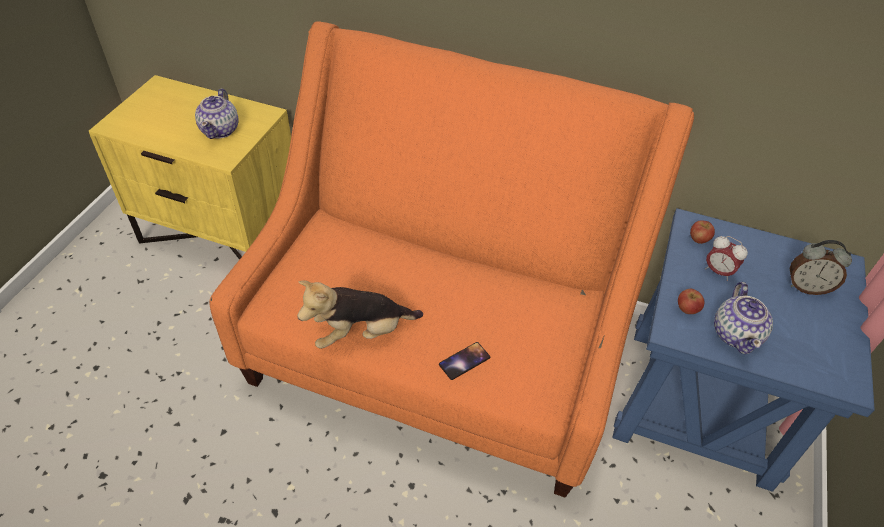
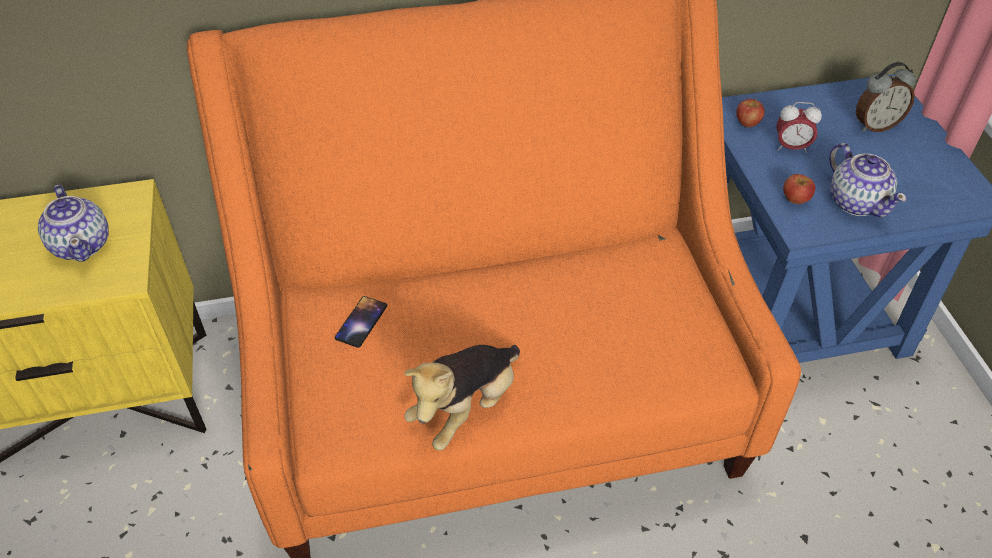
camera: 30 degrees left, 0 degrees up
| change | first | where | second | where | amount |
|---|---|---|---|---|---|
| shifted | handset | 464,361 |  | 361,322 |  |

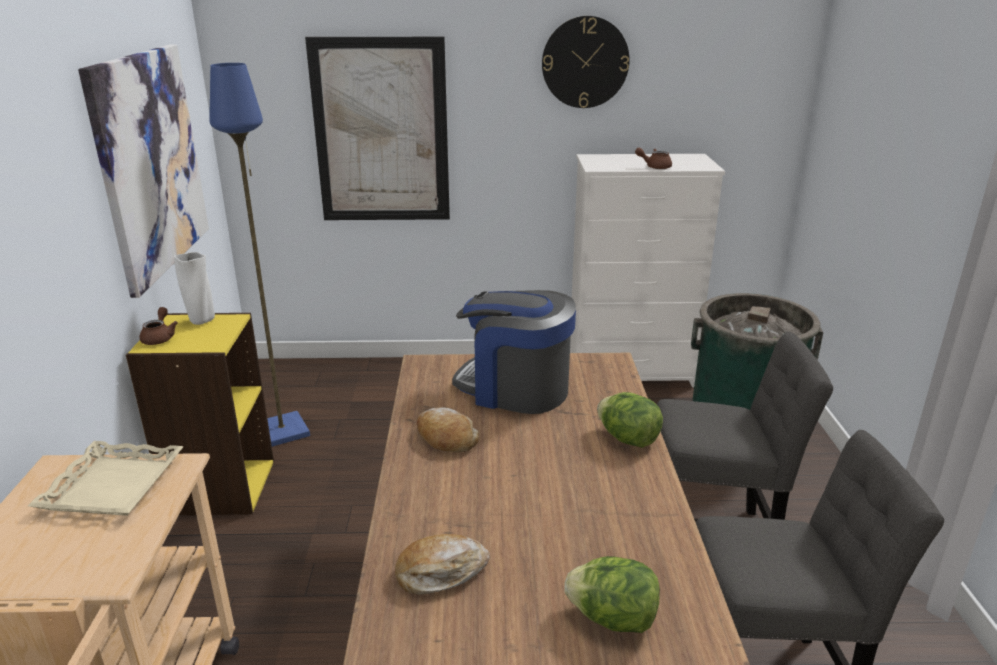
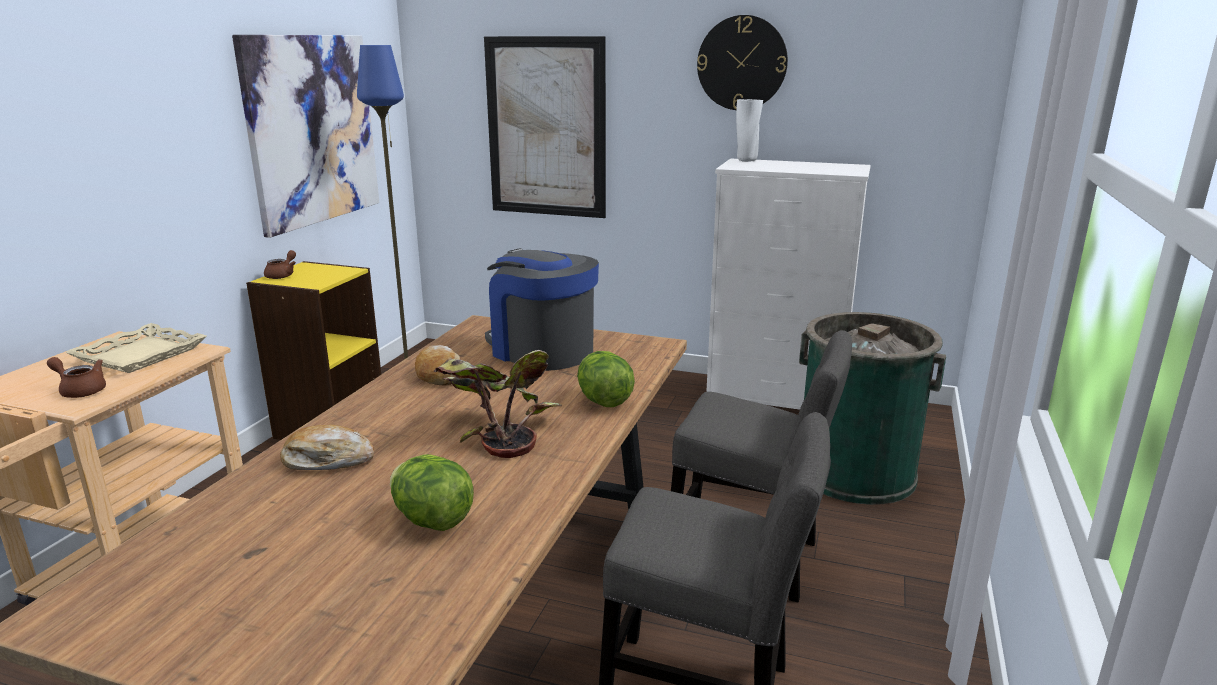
camera: 20 degrees right, 5 degrees down
| change | first | where | second | where | amount |
|---|---|---|---|---|---|
| shifted | pot for tea/brownish | 653,158 |  | 76,377 |  |
| shifted | decorative vase/whitish | 194,288 |  | 749,130 |  |
| new |  |  | houseplant | 498,404 |  |

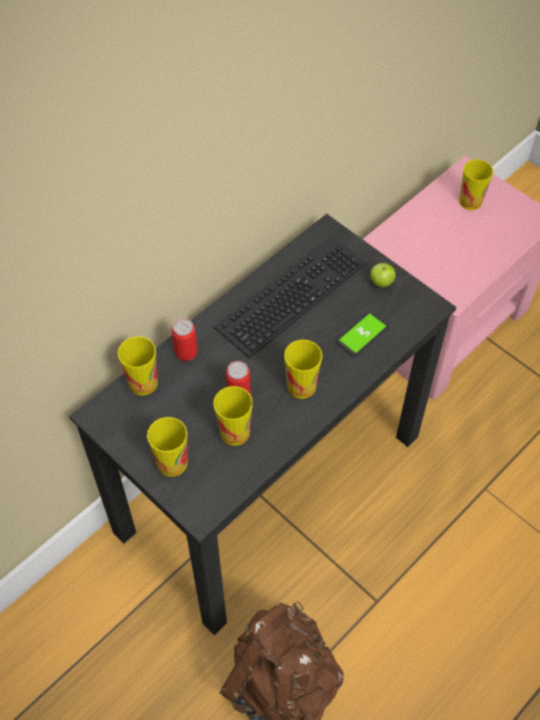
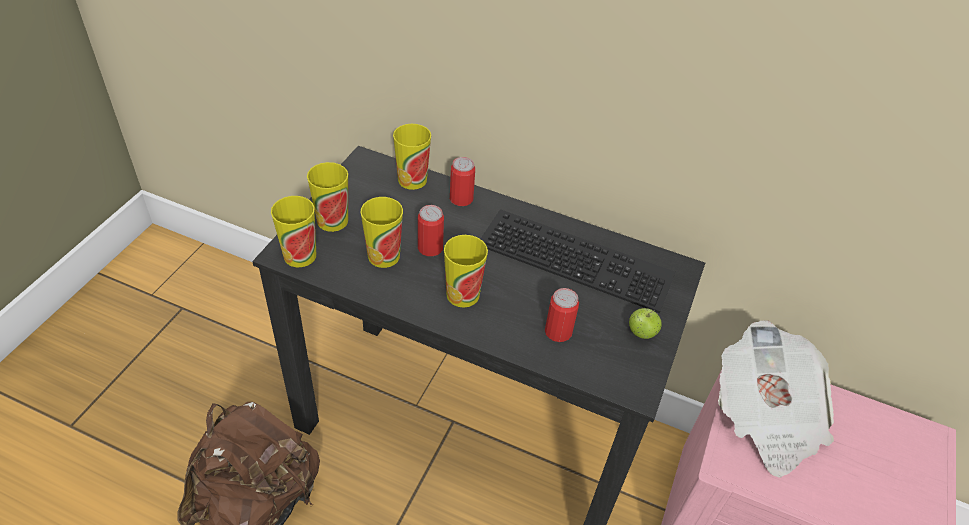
camera: 65 degrees right, 10 degrees down
| change | first | where | second | where | amount |
|---|---|---|---|---|---|
| shifted | small cup | 476,184 |  | 293,231 |  |
| swapped | handset | 362,334 | metal can | 562,315 |  |
| new |  |  | newspaper | 776,399 |  |

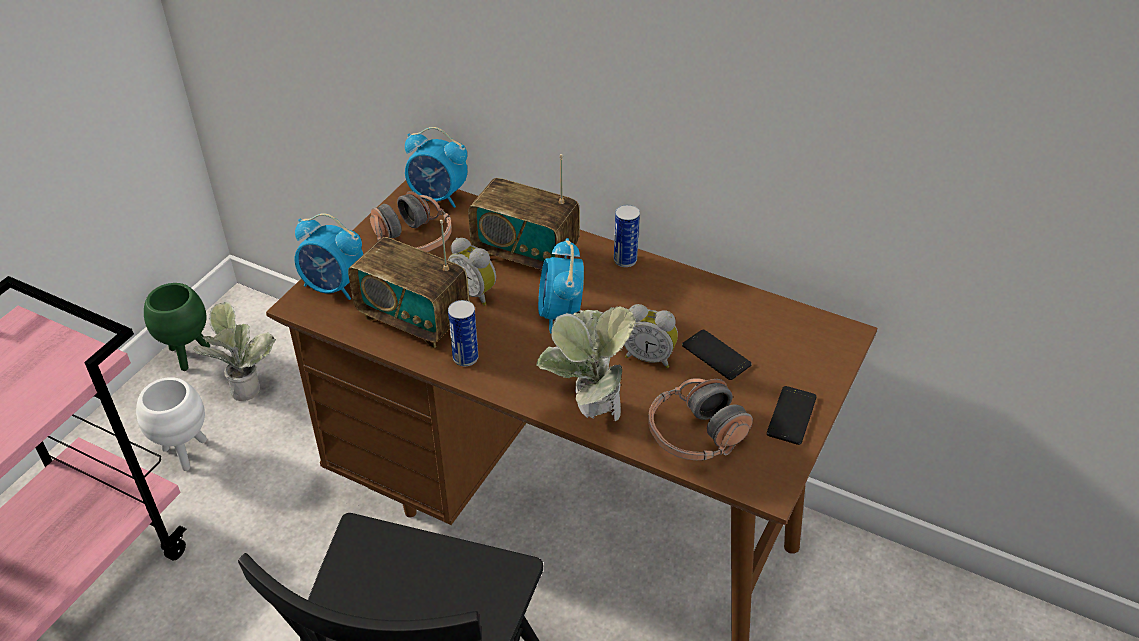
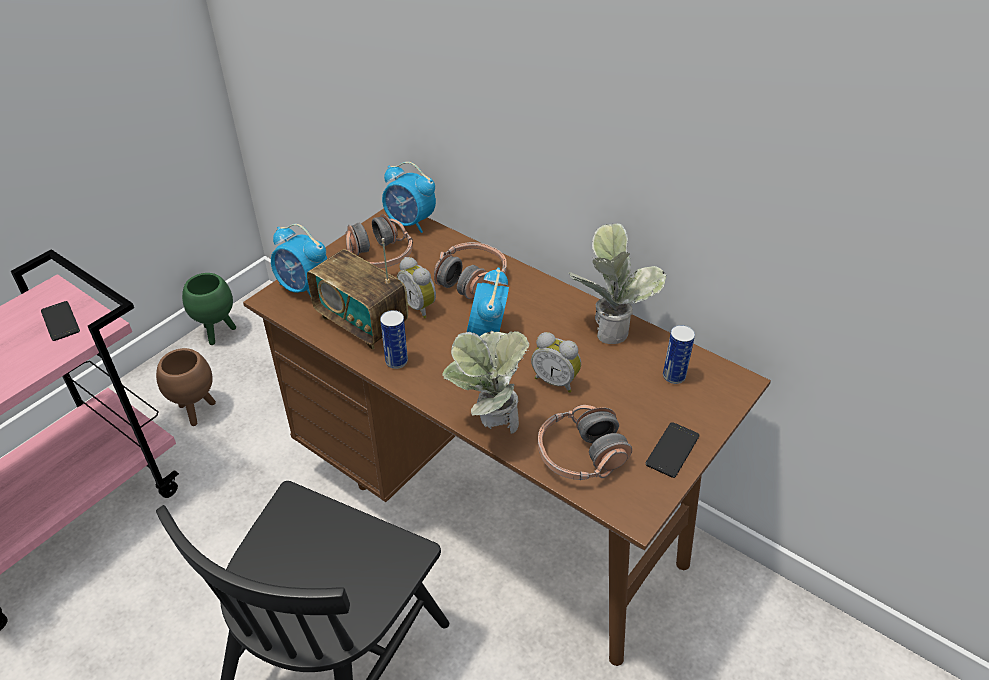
camera: 10 degrees right, 0 degrees up
| change | first | where | second | where | amount |
|---|---|---|---|---|---|
| swapped | radio receiver | 524,213 | pair of headphones | 470,270 |  |
| shifted | metal can | 627,236 |  | 679,354 |  |
| shifted | houseplant | 234,351 |  | 617,283 |  |
| shifted | handset | 717,355 |  | 60,321 |  |
| repainted | plant pot/whitish | 171,424 | plant pot/brownish | 186,387 |  |

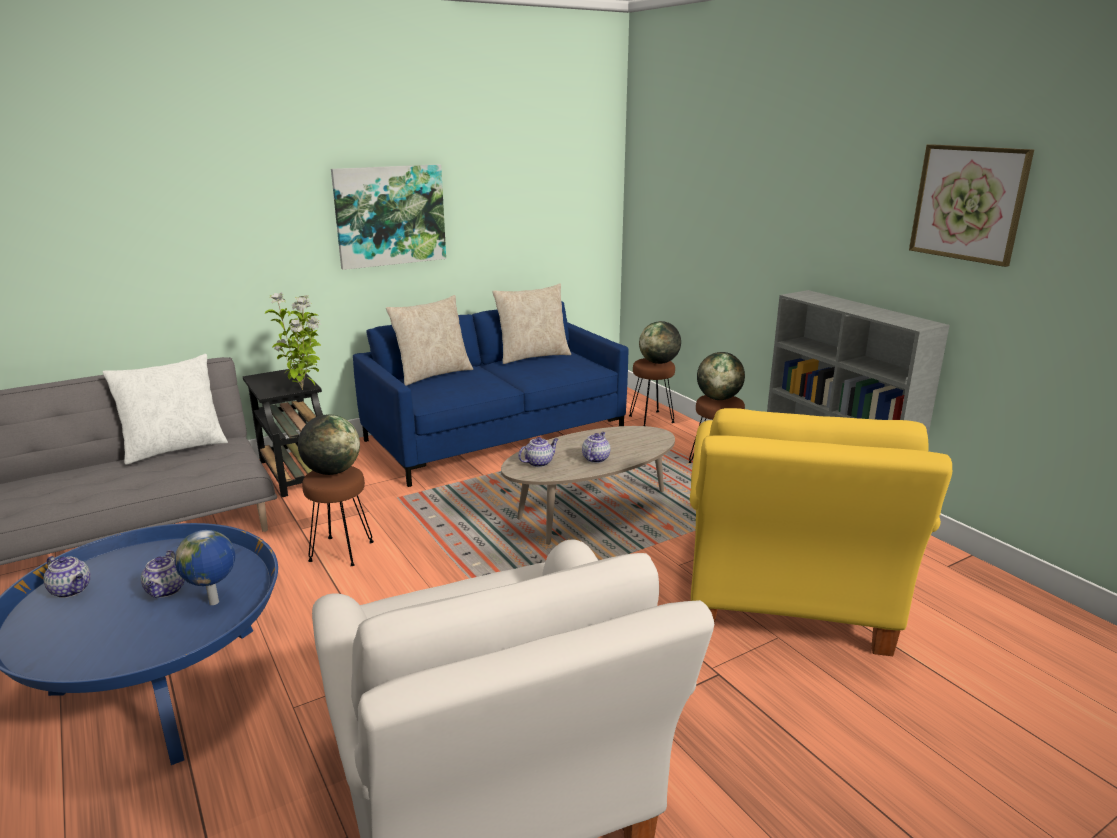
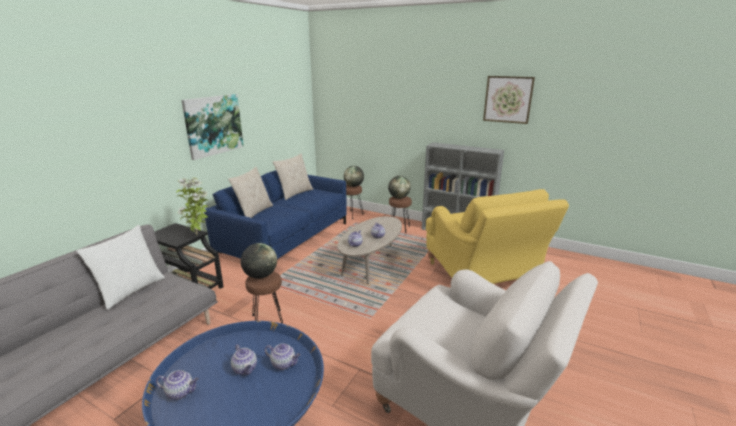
camera: 30 degrees left, 0 degrees up
| change | first | where | second | where | amount |
|---|---|---|---|---|---|
| swapped | globe | 204,567 | pot for tea | 283,356 |  |

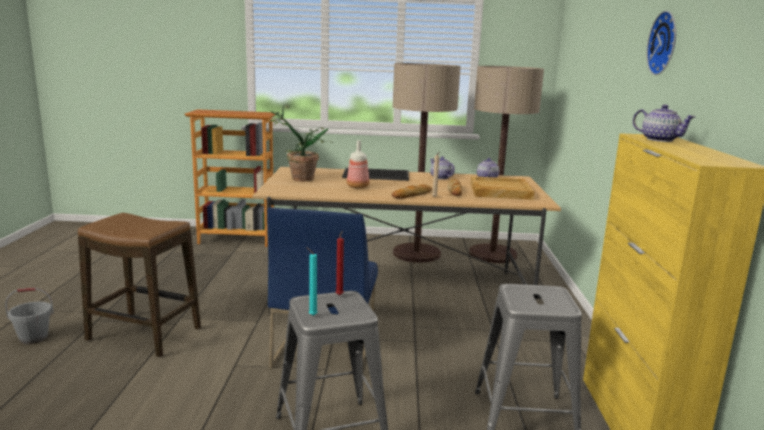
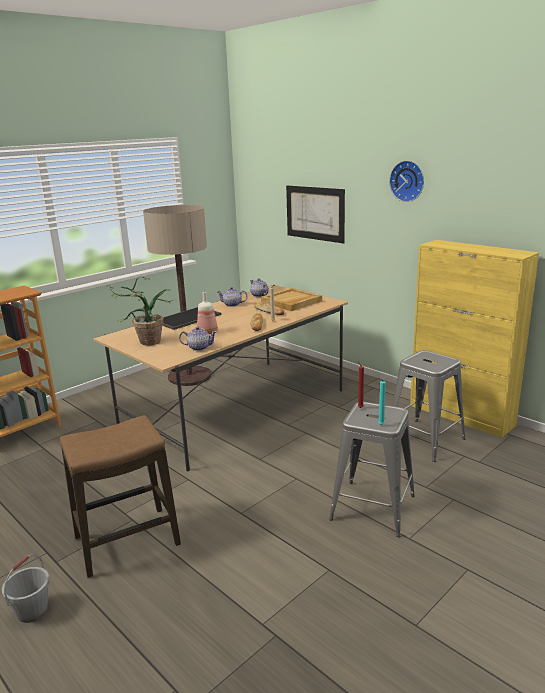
camera: 45 degrees left, 5 degrees up
| change | first | where | second | where | amount |
|---|---|---|---|---|---|
| gone | standard lamp | 506,164 |  |  |  |
| shifted | pot for tea | 664,123 |  | 198,339 |  |
| gone | chair/blue | 322,288 |  |  |  |
| new |  |  | picture | 315,215 |  |

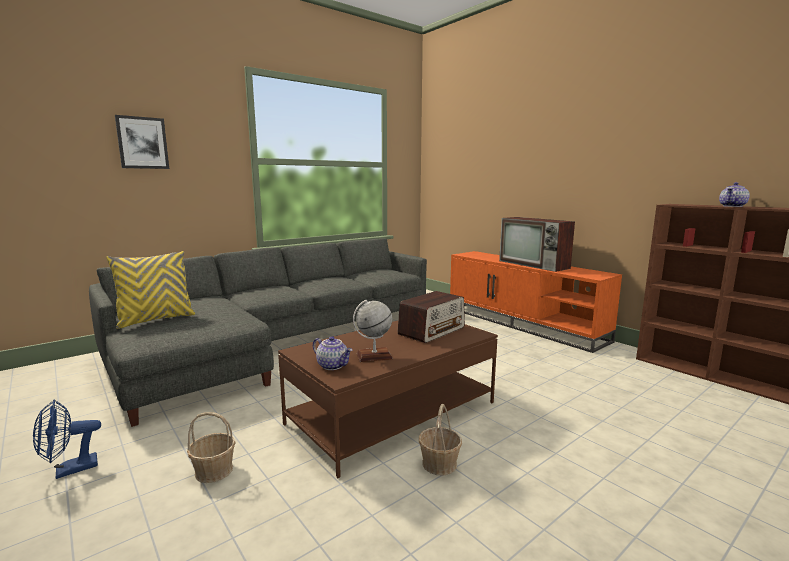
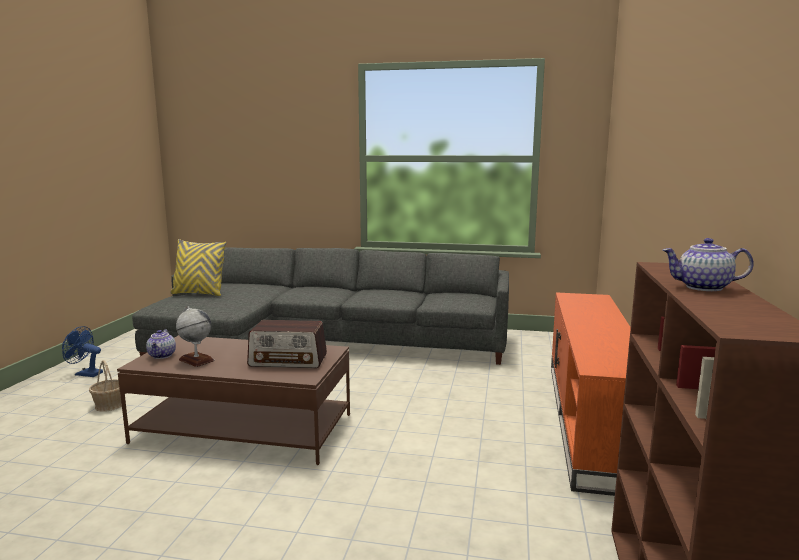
camera: 50 degrees right, 0 degrees up
| change | first | where | second | where | amount |
|---|---|---|---|---|---|
| gone | picture | 142,142 |  |  |  |
| gone | TV | 537,244 |  |  |  |
| gone | storage basket | 440,440 |  |  |  |

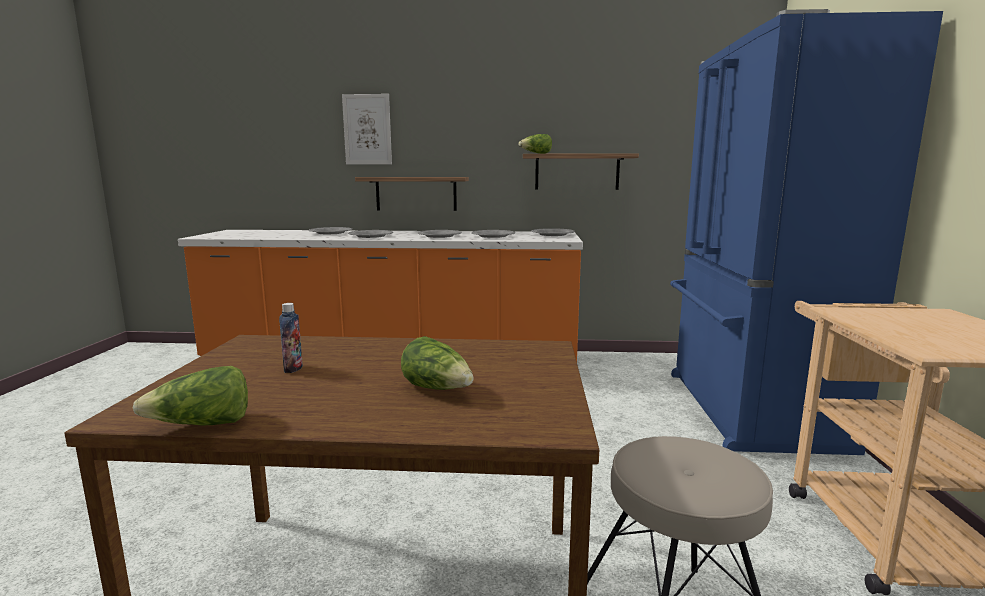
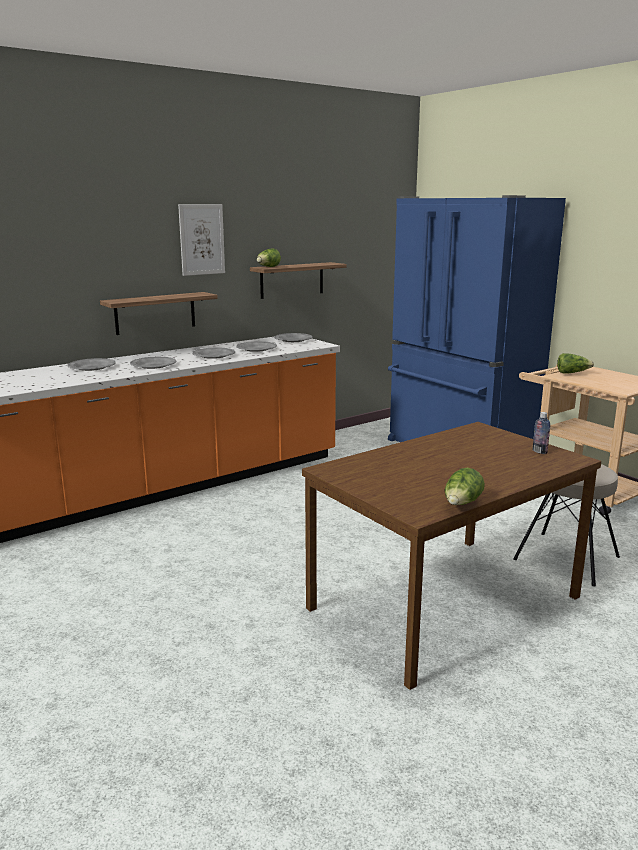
camera: 40 degrees left, 5 degrees up
| change | first | where | second | where | amount |
|---|---|---|---|---|---|
| shifted | picture | 367,129 |  | 201,240 |  |
| shifted | beverage bottle | 291,338 |  | 541,433 |  |
| shifted | lettuce head | 437,363 |  | 575,363 |  |

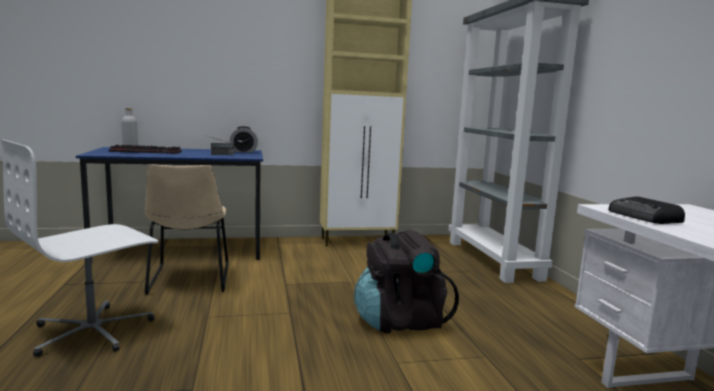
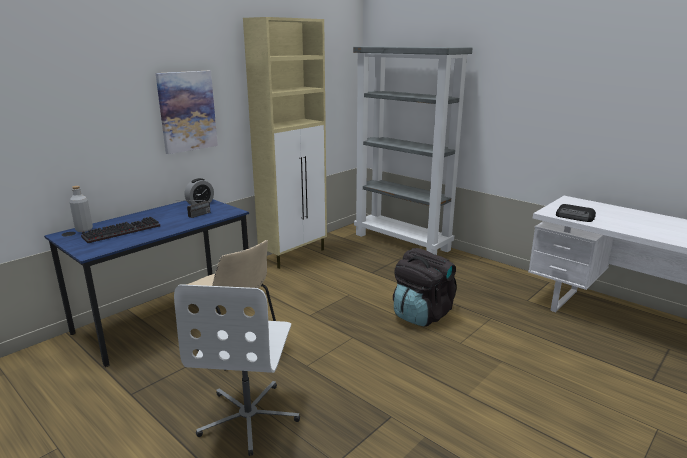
camera: 35 degrees left, 10 degrees up
| change | first | where | second | where | amount |
|---|---|---|---|---|---|
| new |  |  | picture | 187,112 |  |

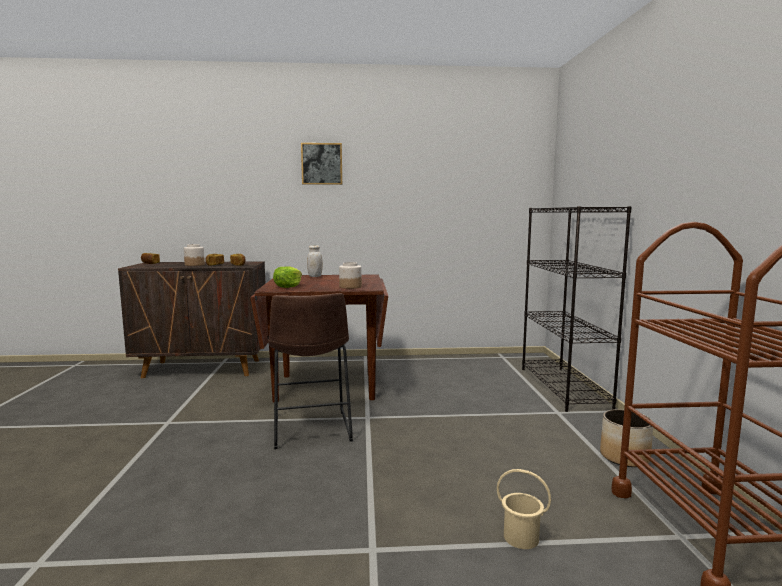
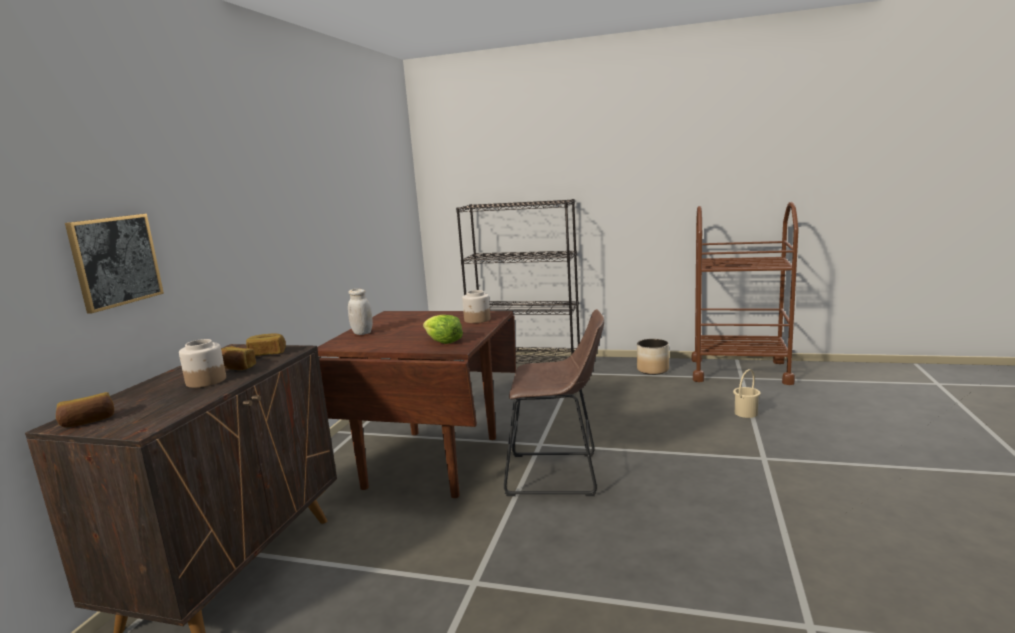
camera: 70 degrees left, 5 degrees up
| change | first | where | second | where | amount |
|---|---|---|---|---|---|
| shifted | picture | 321,164 |  | 114,263 |  |

